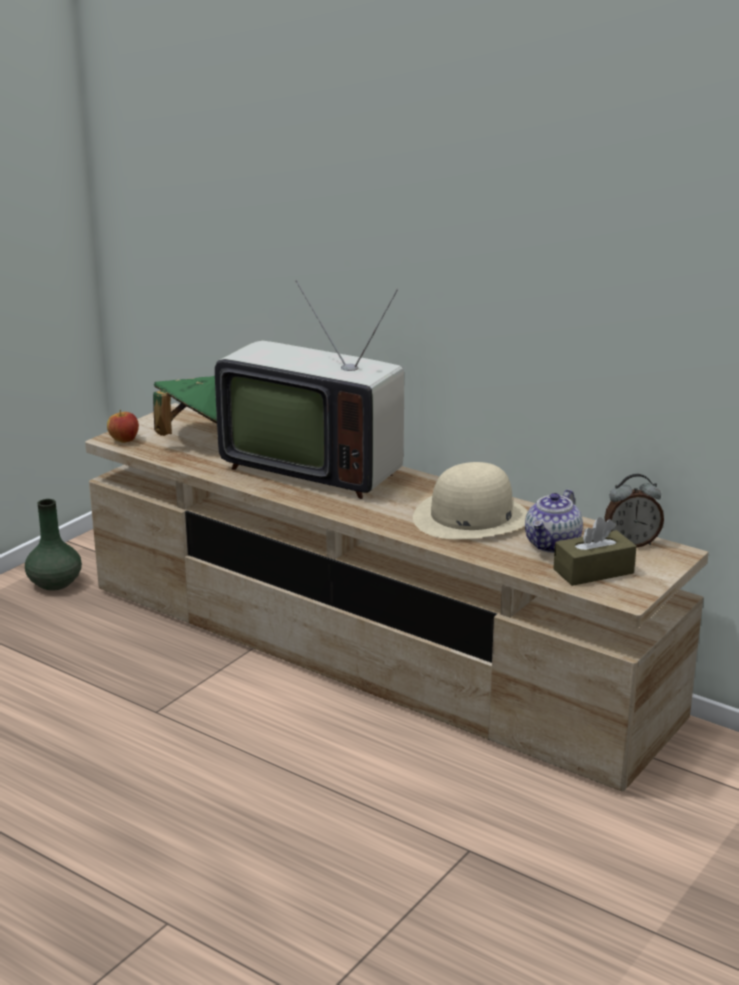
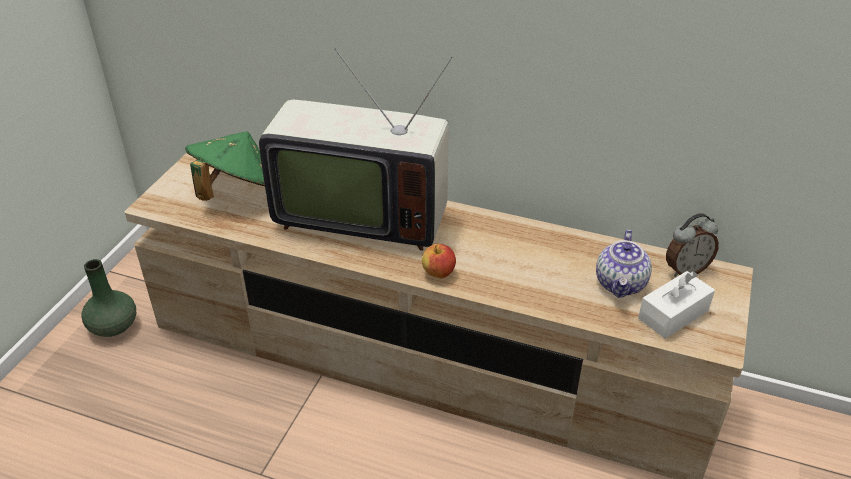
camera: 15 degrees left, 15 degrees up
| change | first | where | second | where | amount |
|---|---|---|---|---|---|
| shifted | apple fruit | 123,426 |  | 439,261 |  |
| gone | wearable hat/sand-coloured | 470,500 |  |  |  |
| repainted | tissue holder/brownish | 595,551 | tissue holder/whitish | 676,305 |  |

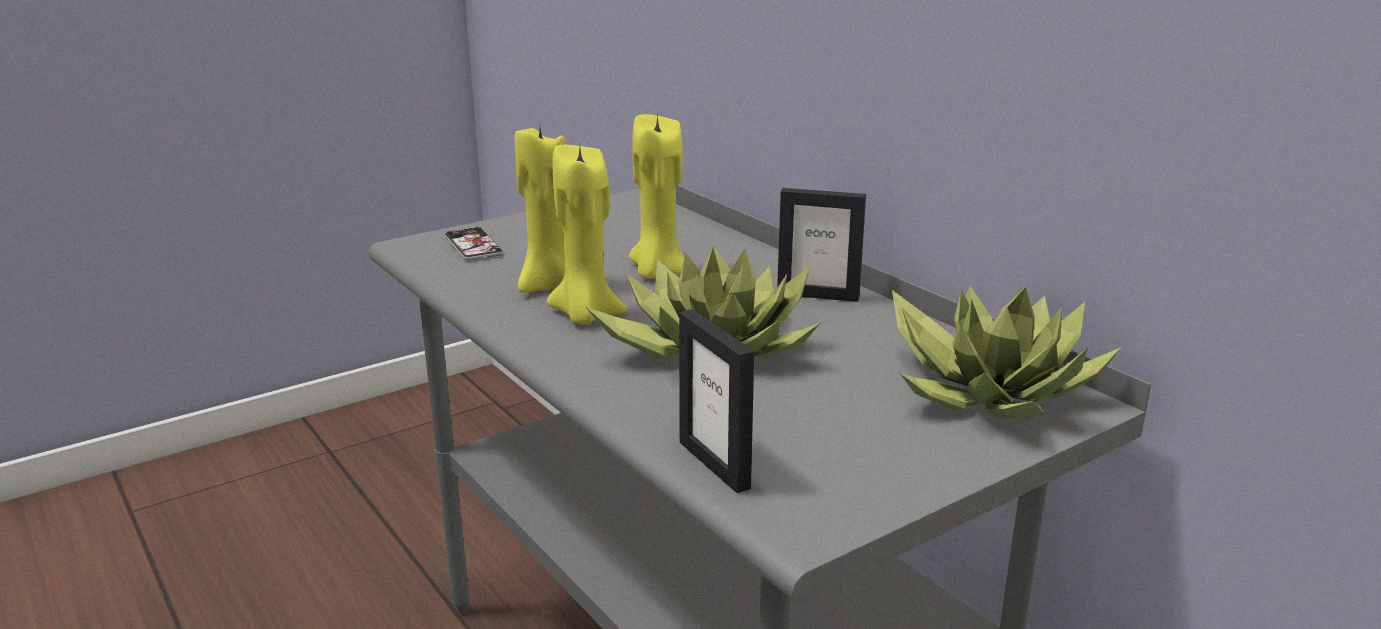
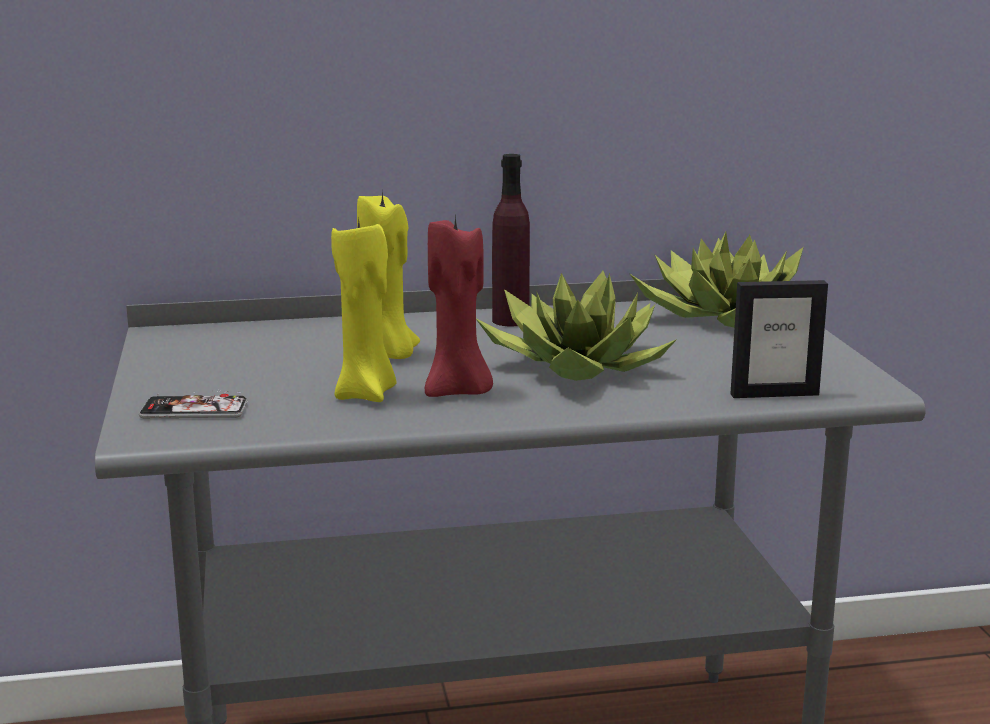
camera: 65 degrees left, 5 degrees down
| change | first | where | second | where | amount |
|---|---|---|---|---|---|
| repainted | candle/yellowish | 587,234 | candle/reddish | 459,305 |  |
| swapped | photo frame | 821,245 | beverage bottle/purple | 511,240 |  |

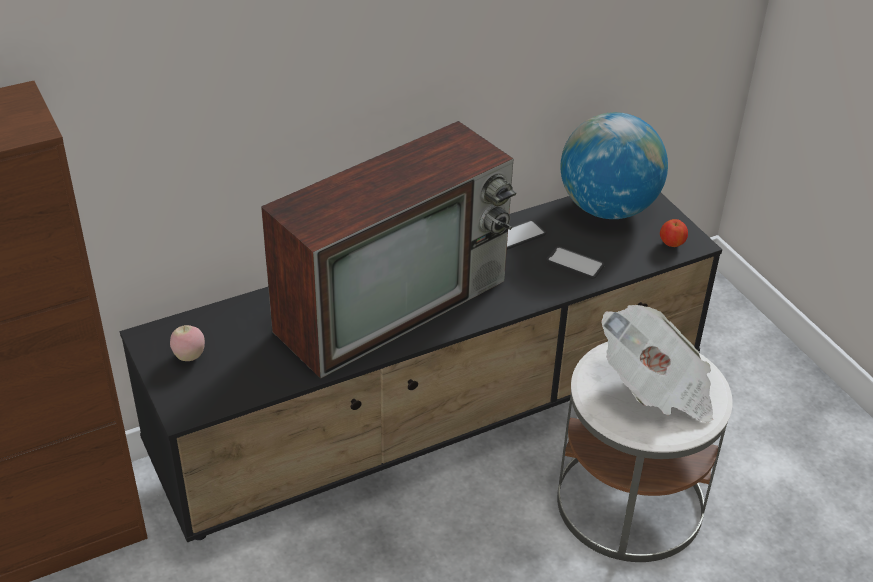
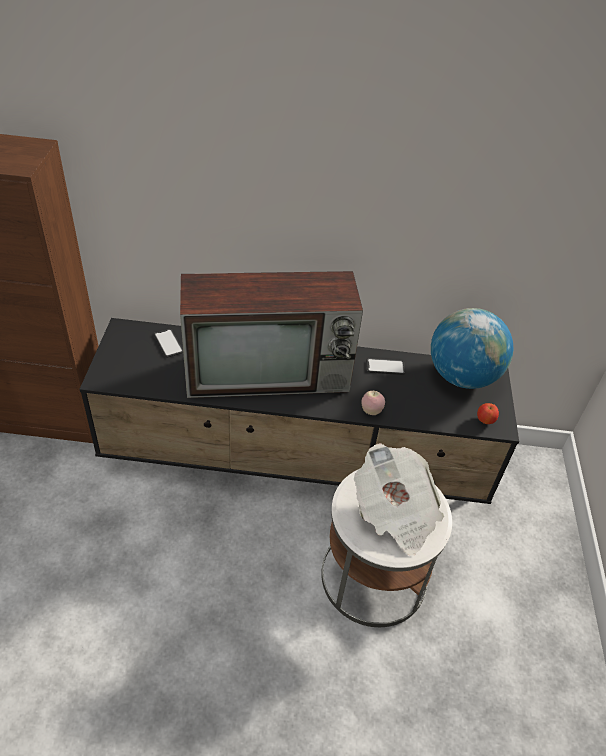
camera: 30 degrees right, 5 degrees up
| change | first | where | second | where | amount |
|---|---|---|---|---|---|
| shifted | handset | 575,262 |  | 168,343 |  |
| shifted | apple fruit | 187,343 |  | 373,403 |  |

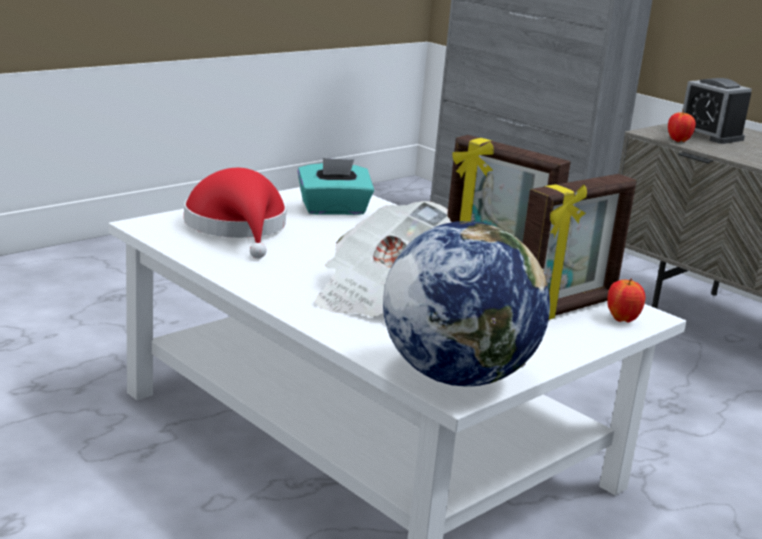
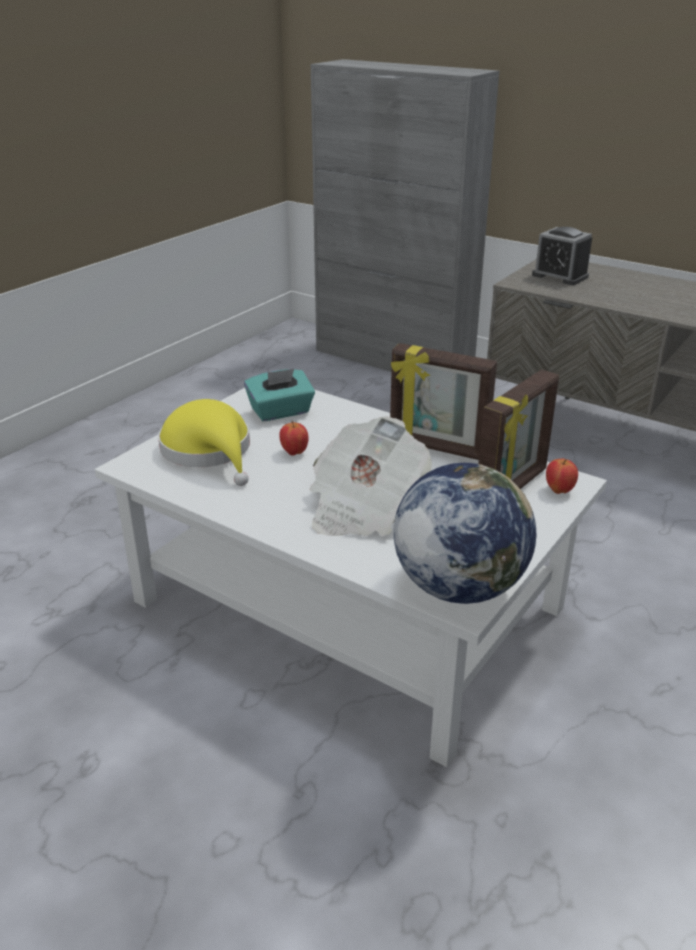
camera: 10 degrees left, 10 degrees up
| change | first | where | second | where | amount |
|---|---|---|---|---|---|
| shifted | apple fruit | 682,126 |  | 294,438 |  |
| repainted | wearable hat/reddish | 235,213 | wearable hat/yellowish | 204,442 |  |

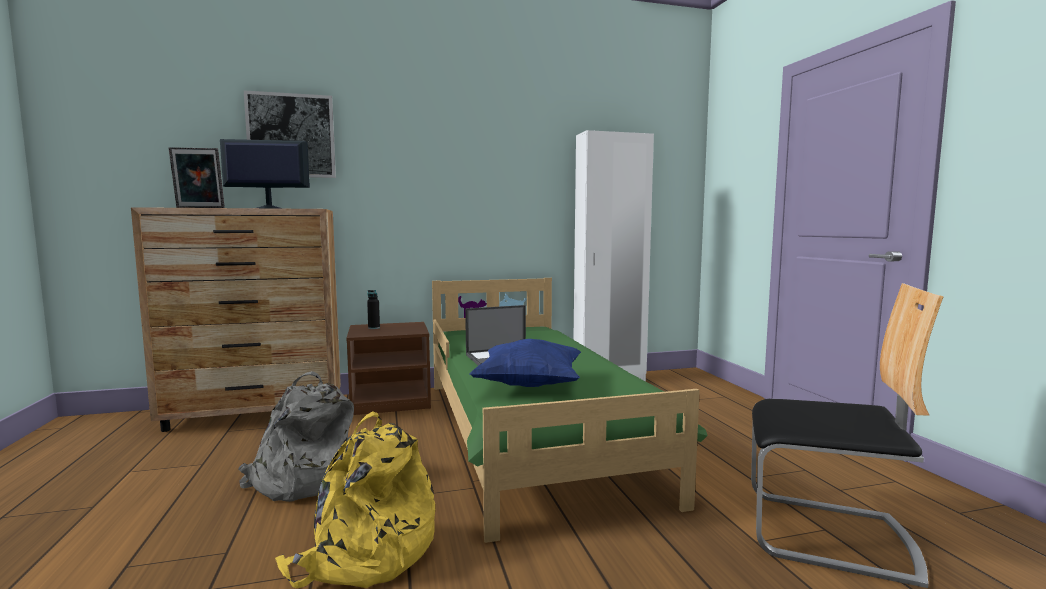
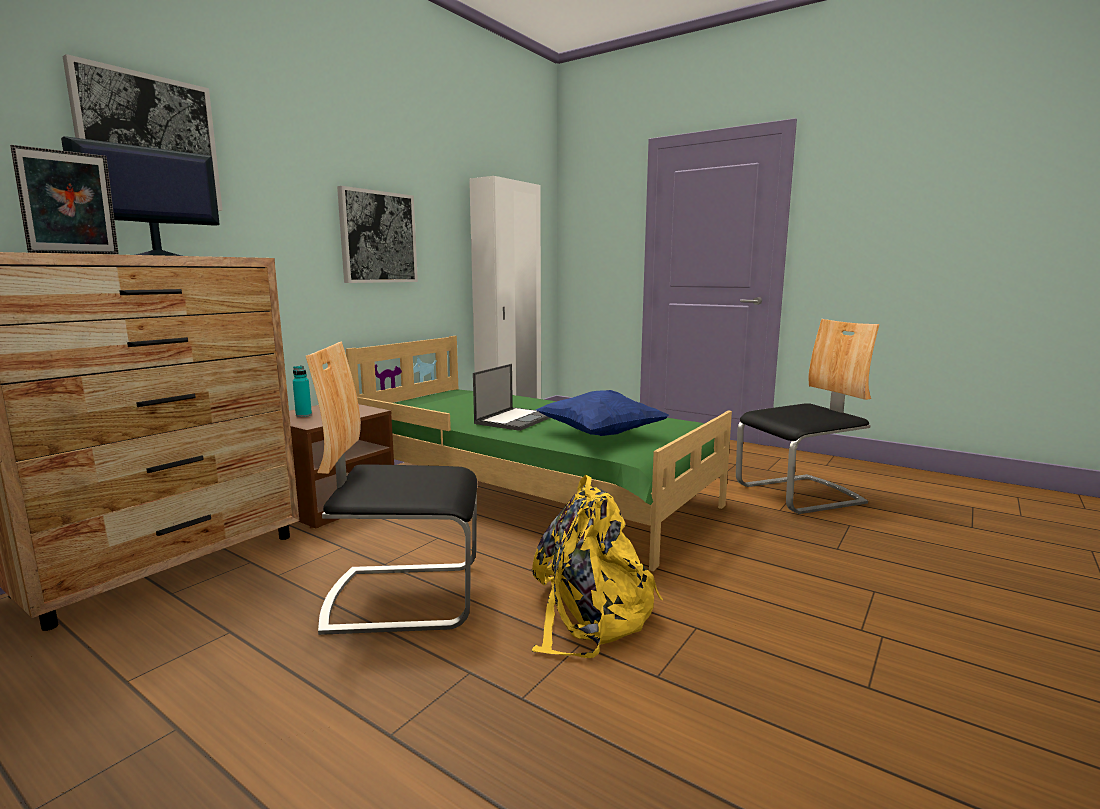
camera: 40 degrees left, 5 degrees up
| change | first | where | second | where | amount |
|---|---|---|---|---|---|
| repainted | beverage bottle/black-coloured | 373,309 | beverage bottle/blue-green | 302,391 |  |
| swapped | knapsack/grey | 296,436 | chair | 391,488 |  |
| new |  |  | picture | 377,234 |  |

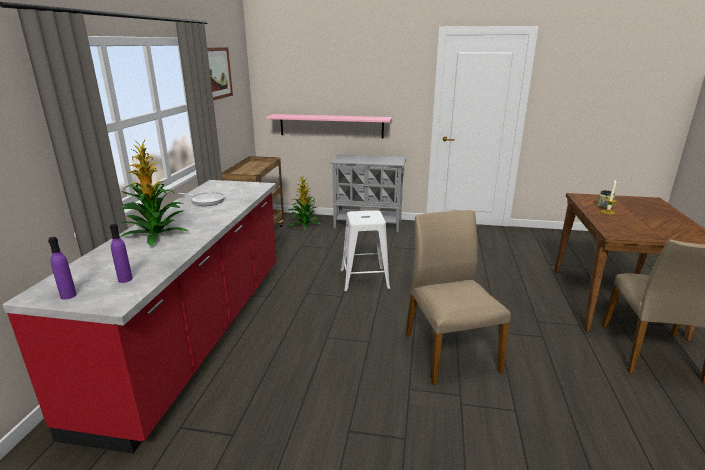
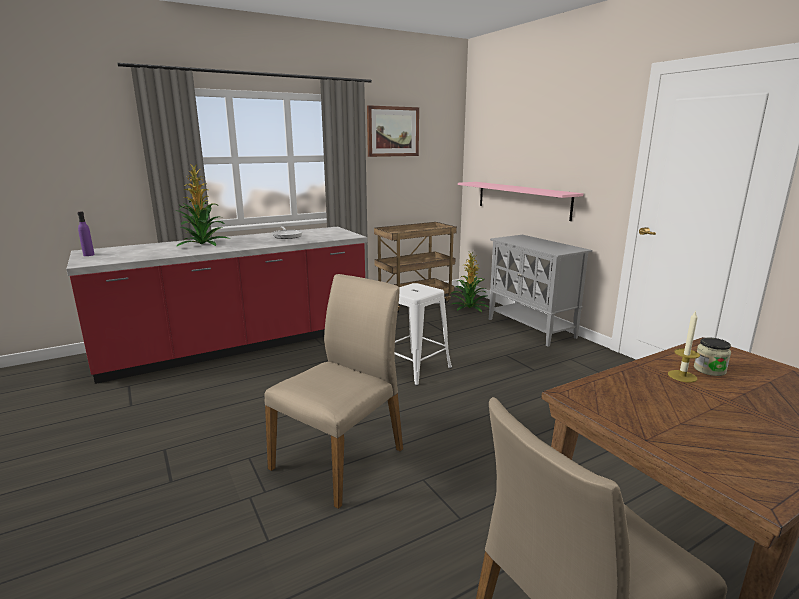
camera: 50 degrees right, 5 degrees down
| change | first | where | second | where | amount |
|---|---|---|---|---|---|
| gone | beverage bottle/purple | 121,253 |  |  |  |

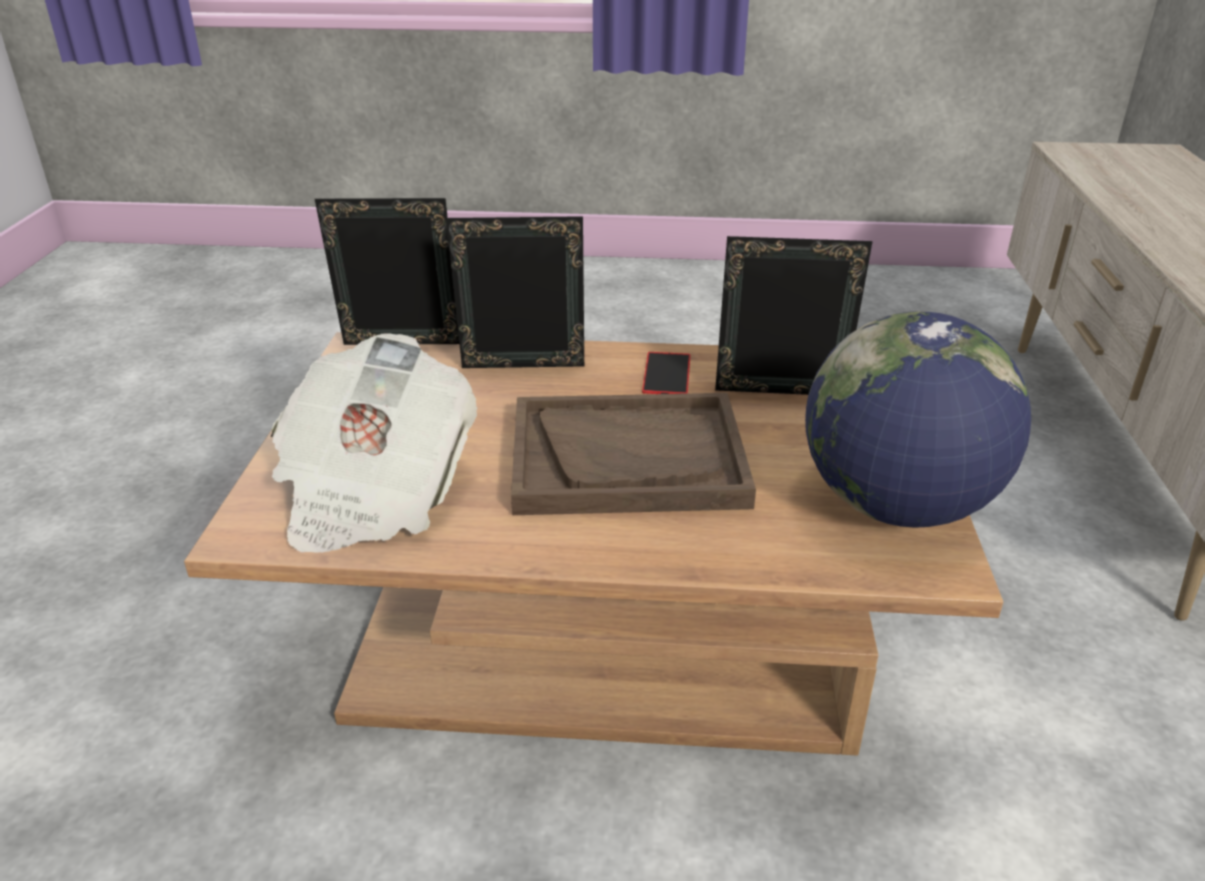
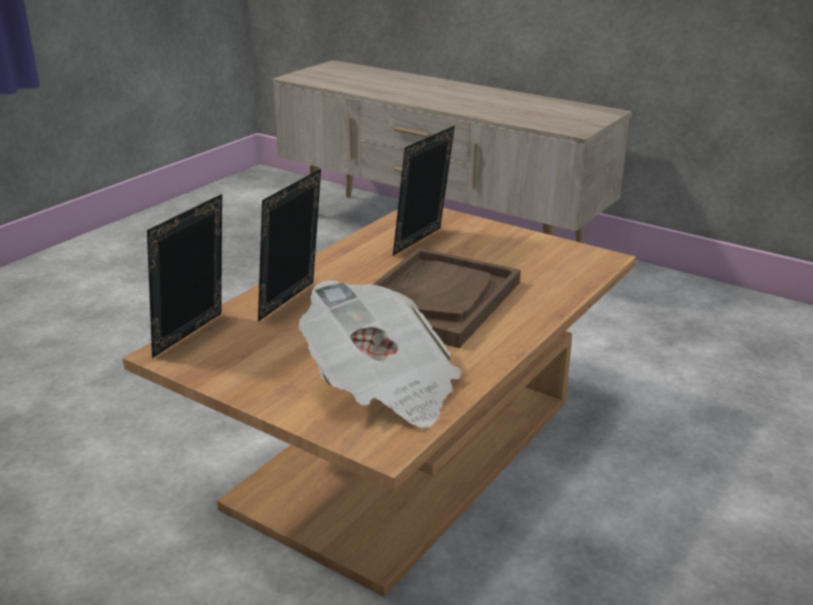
camera: 60 degrees left, 5 degrees down
| change | first | where | second | where | amount |
|---|---|---|---|---|---|
| gone | globe | 918,419 |  |  |  |
| gone | handset | 666,373 |  |  |  |

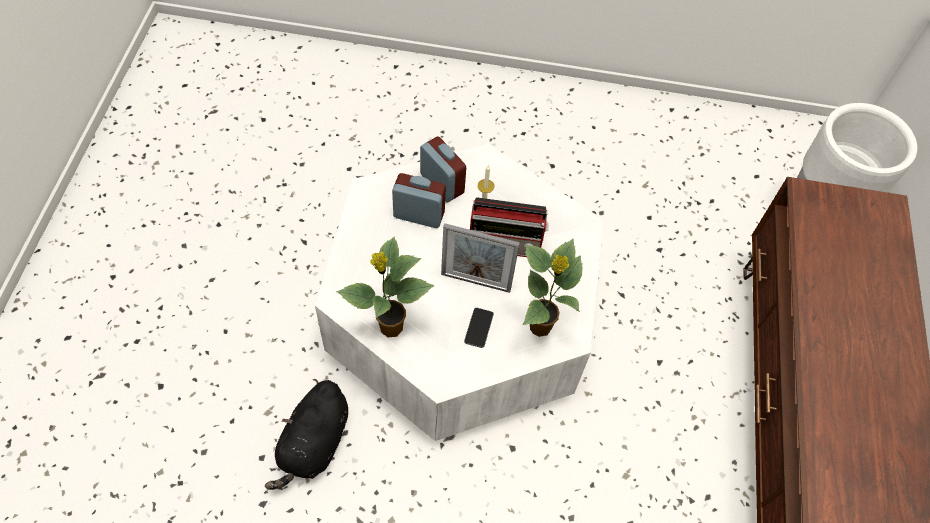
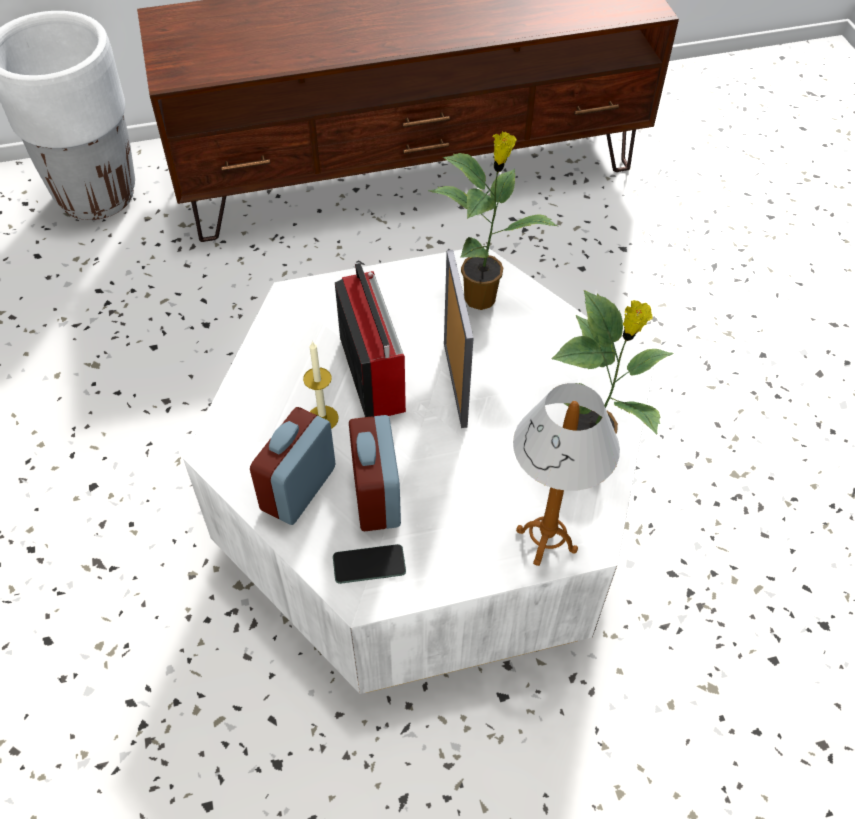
camera: 110 degrees left, 5 degrees down
| change | first | where | second | where | amount |
|---|---|---|---|---|---|
| shifted | handset | 479,328 |  | 369,564 |  |
| gone | cuddly toy/black-coloured | 306,434 |  |  |  |
| new |  |  | lamp for a table | 566,474 |  |

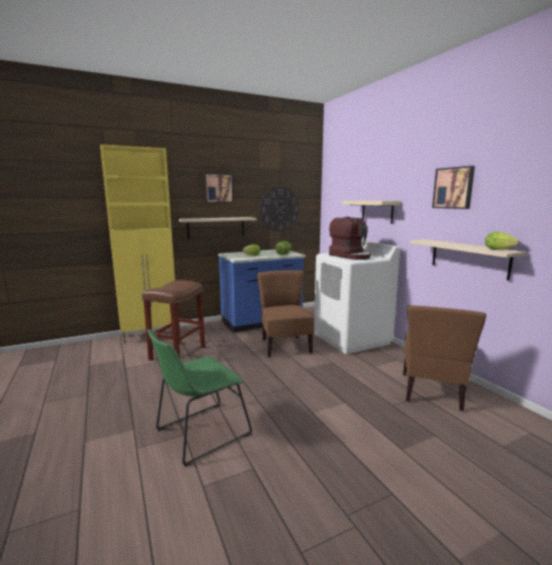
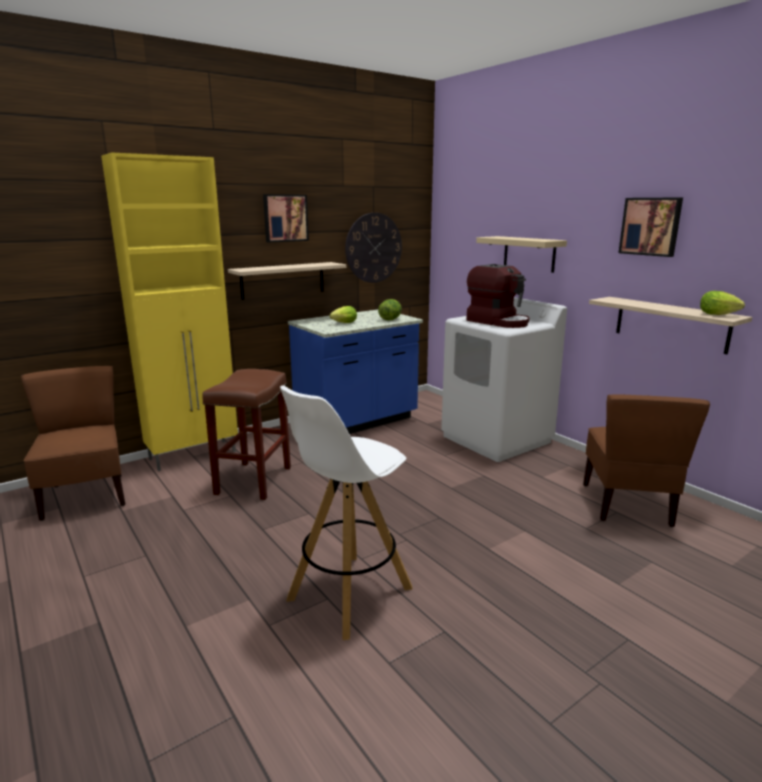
camera: 10 degrees left, 5 degrees up
| change | first | where | second | where | amount |
|---|---|---|---|---|---|
| shifted | chair/brownish | 285,313 |  | 73,443 |  |
| swapped | chair/green-coloured | 200,398 | sitting stool/whitish | 346,512 |  |

